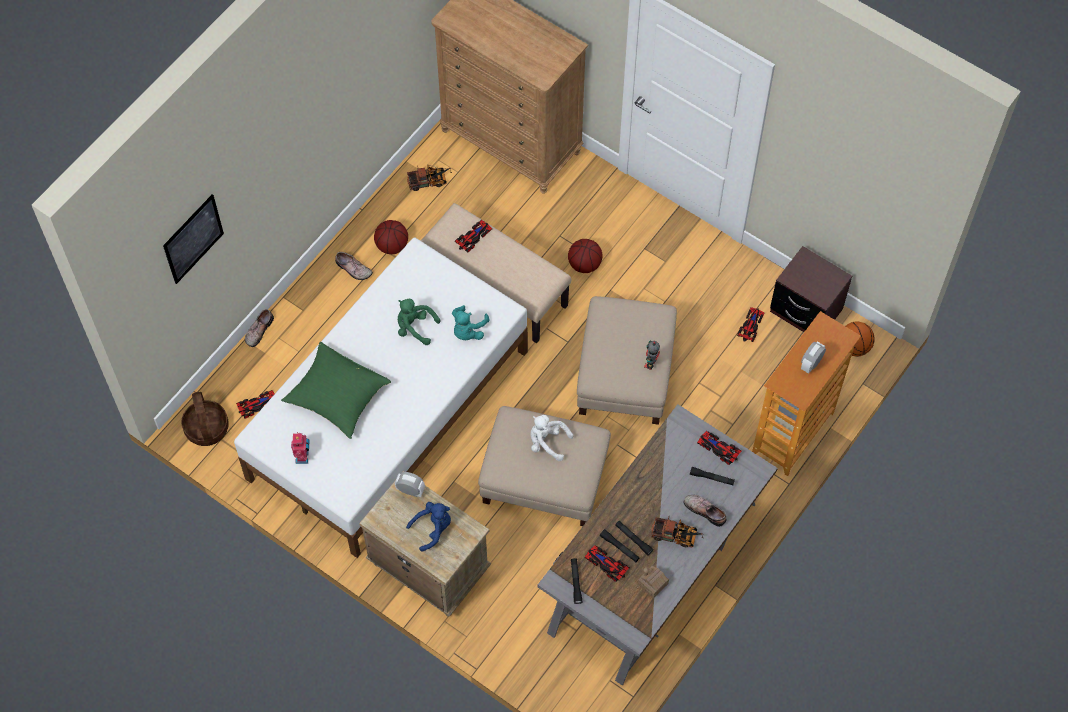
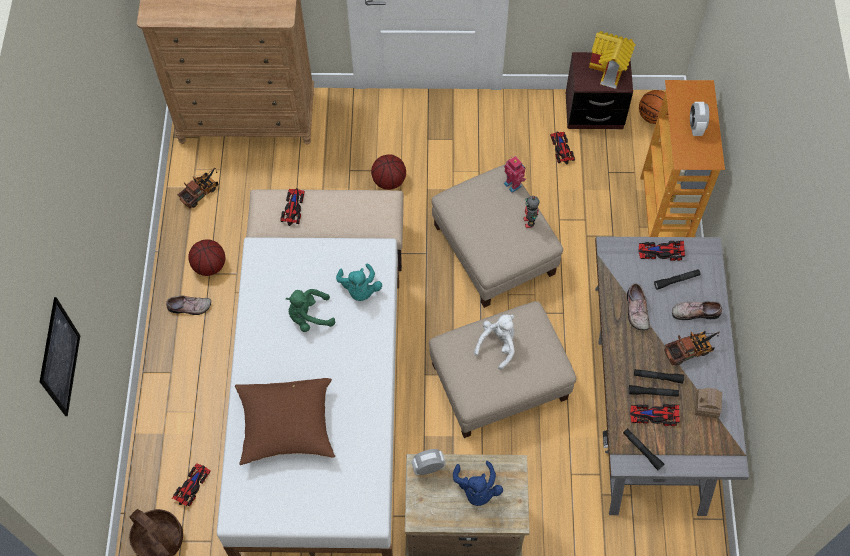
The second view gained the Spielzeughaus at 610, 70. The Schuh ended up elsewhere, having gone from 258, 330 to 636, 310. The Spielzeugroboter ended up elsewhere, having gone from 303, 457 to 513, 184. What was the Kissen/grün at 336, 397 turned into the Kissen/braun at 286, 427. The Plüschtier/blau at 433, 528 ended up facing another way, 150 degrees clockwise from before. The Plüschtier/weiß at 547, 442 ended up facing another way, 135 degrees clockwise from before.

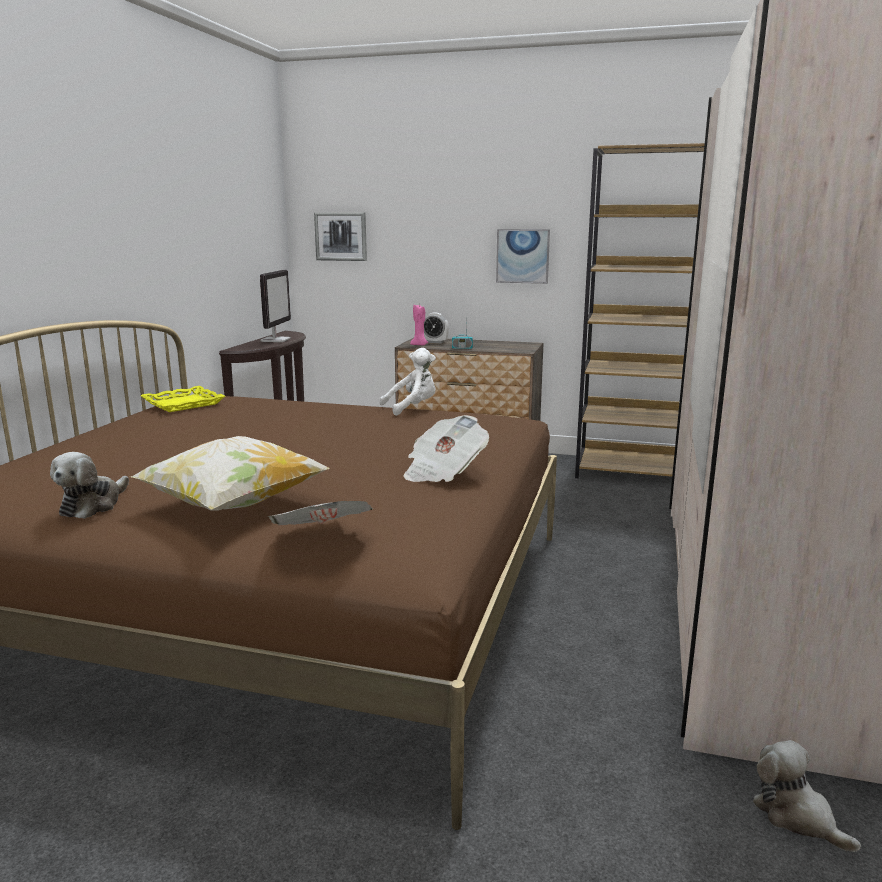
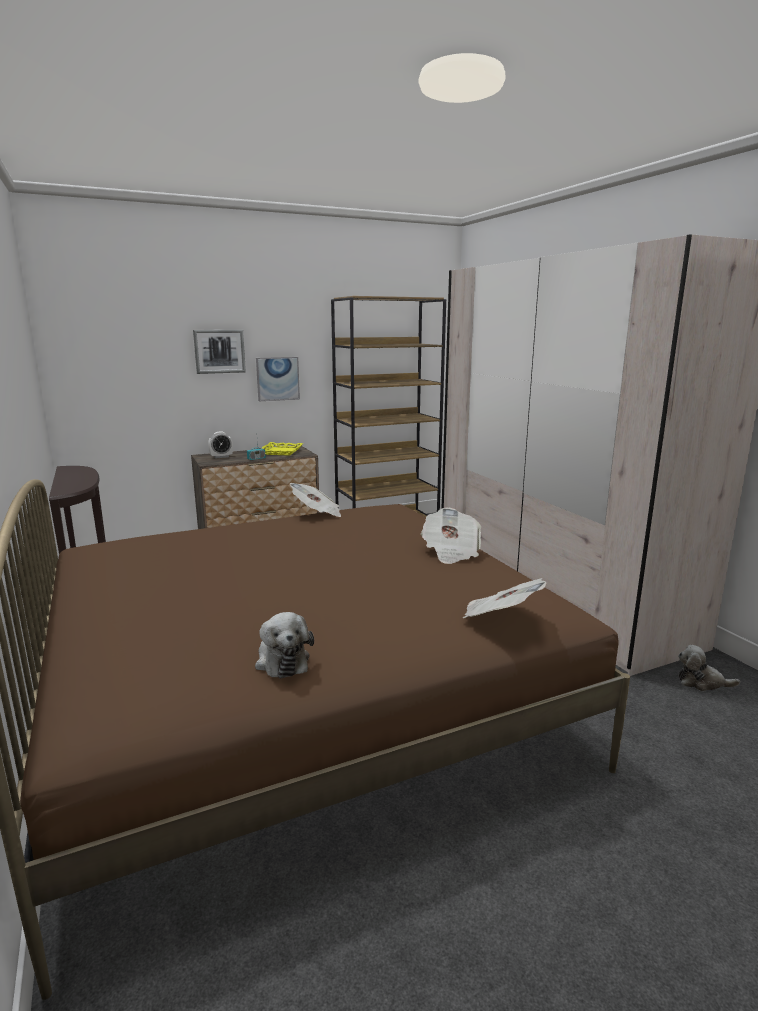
The second view lost the Kissen at 234, 505. The second view lost the Monitor at 275, 340. The second view lost the Kerze/rosa at 419, 345. The Tablett/gelb ended up elsewhere, having gone from 183, 404 to 281, 452. The Bild ended up elsewhere, having gone from 341, 236 to 219, 351. Where the Plüschtier/weiß stood at 412, 408, the Zeitung came to stand at 317, 513.

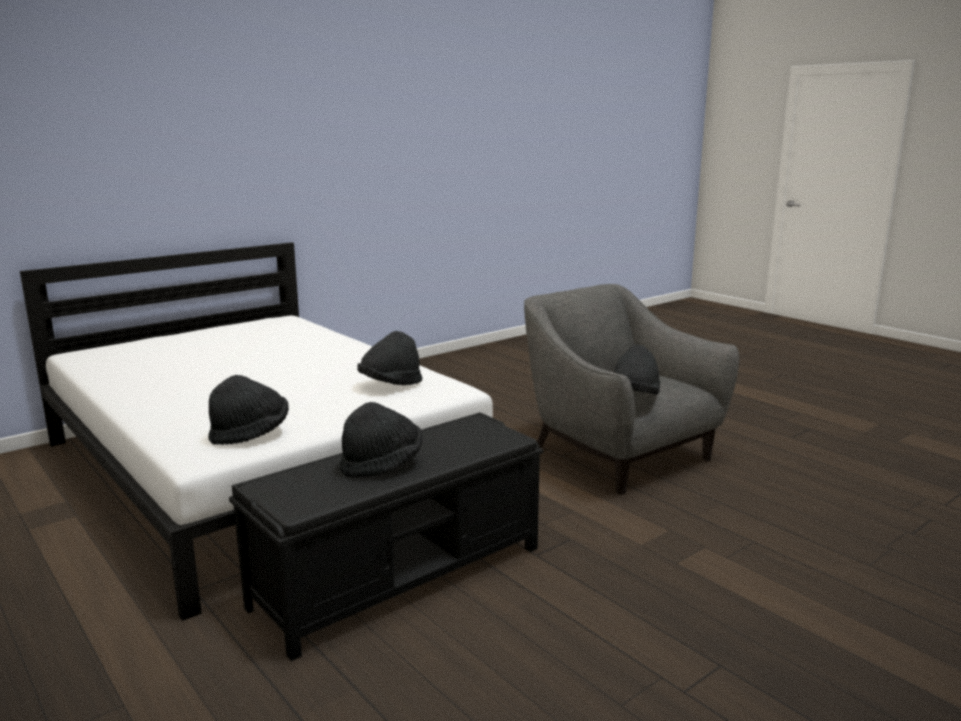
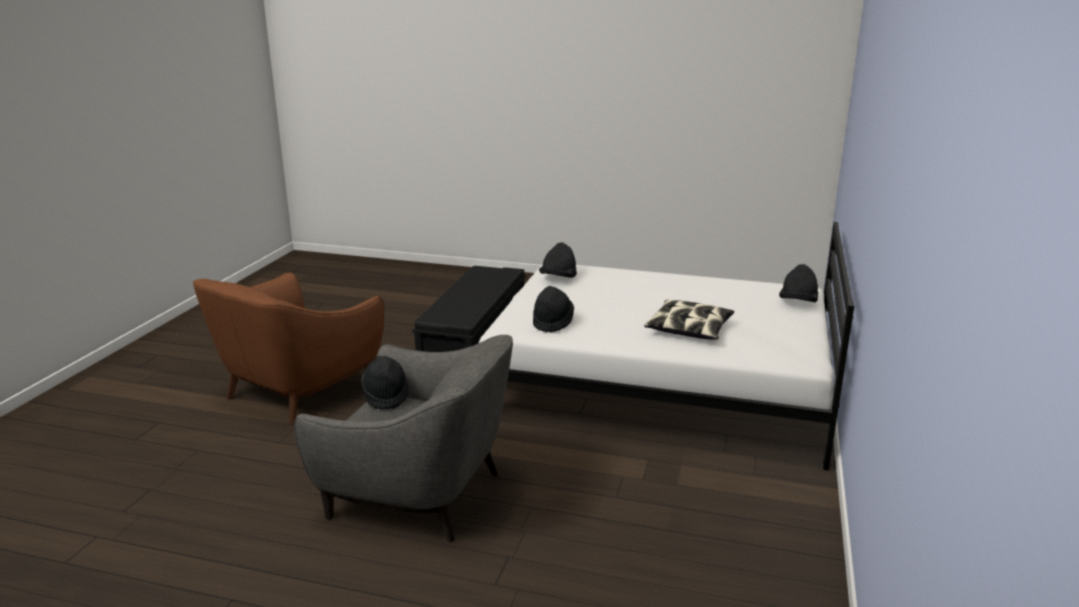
The second view gained the Sessel/braun at 298, 390. The second view gained the Kissen at 689, 329. The Hut/schwarz ended up elsewhere, having gone from 382, 465 to 798, 303.

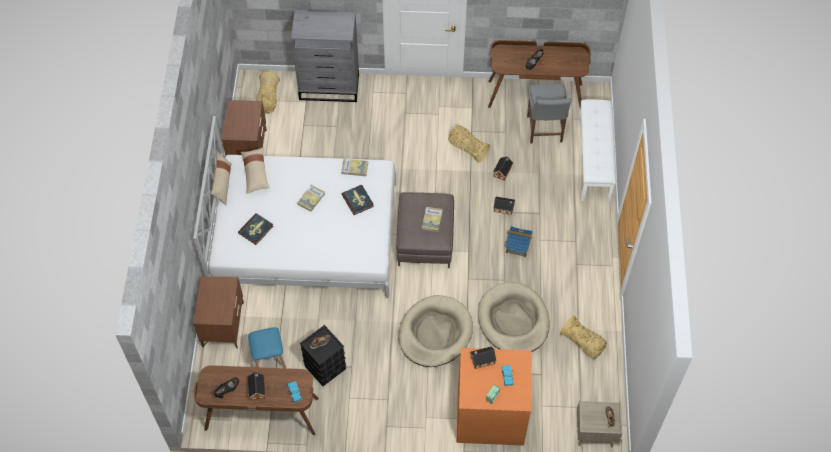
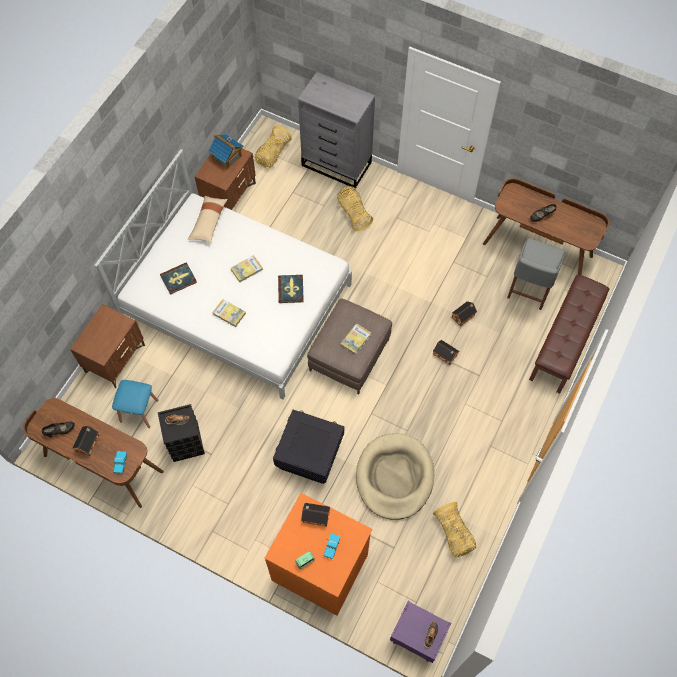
The second view lost the Kissen/beige at 223, 183. The Buch ended up elsewhere, having gone from 354, 168 to 229, 313. The Korb ended up elsewhere, having gone from 467, 148 to 353, 213. The Spielzeughaus ended up elsewhere, having gone from 518, 246 to 227, 157. Where the Hundebett/beige stood at 435, 333, the Aufbewahrungsbox/schwarz came to stand at 309, 456. What was the Nachttisch/beige at 594, 433 turned into the Nachttisch/lila at 416, 637. What was the Bank/weiß at 594, 161 turned into the Bank/braun at 564, 343.

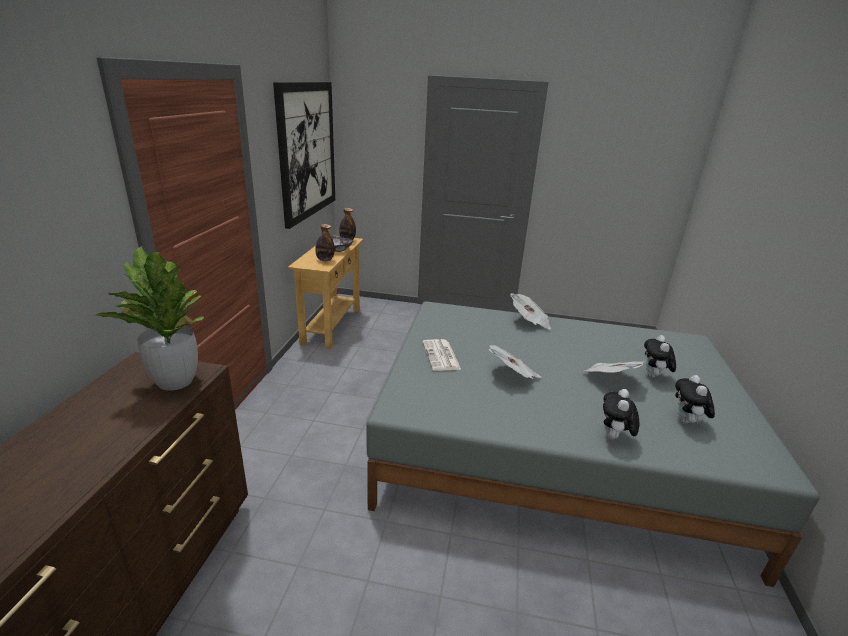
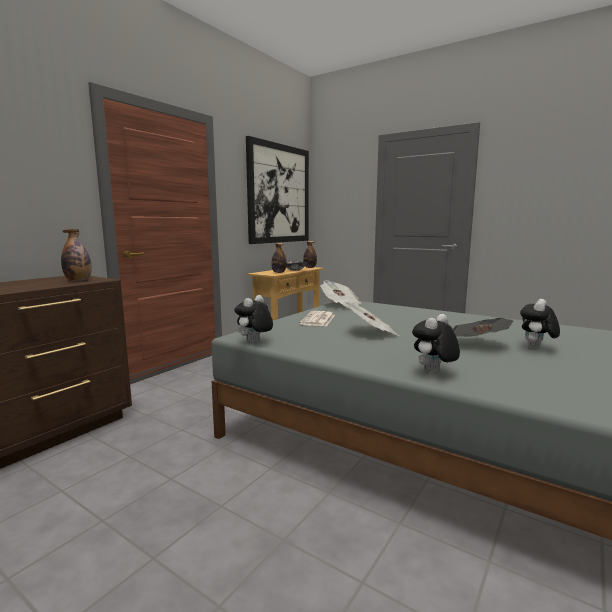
The Zeitung ended up elsewhere, having gone from 529, 322 to 340, 305. The Plüschtier ended up elsewhere, having gone from 686, 422 to 254, 342. Where the Topfpflanze stood at 175, 381, the Flasche came to stand at 78, 280.

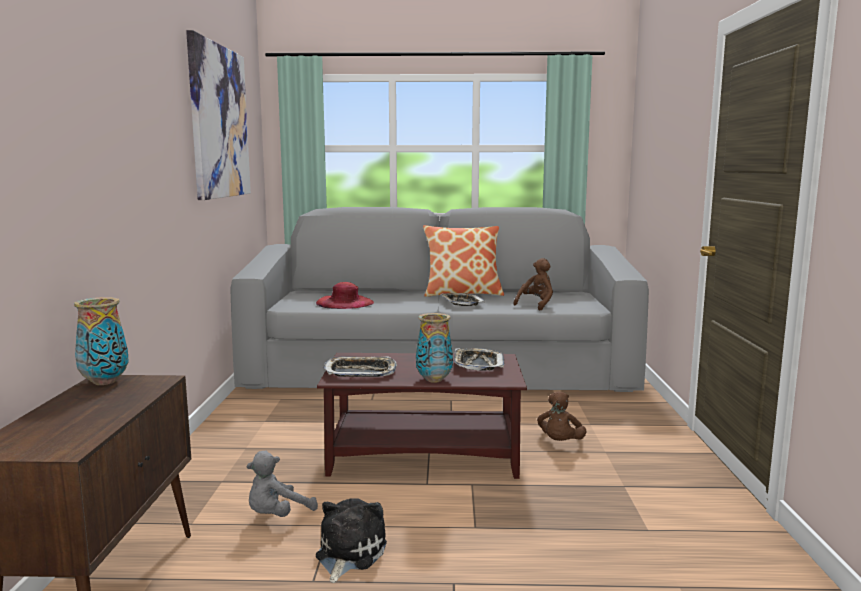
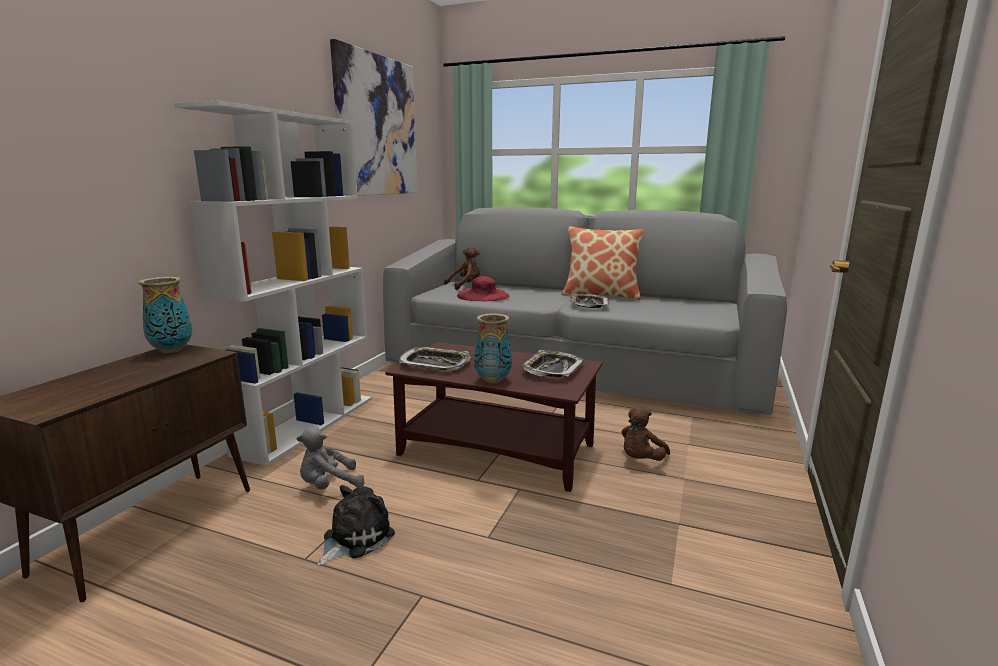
The second view gained the Bücherregal/weiß at 307, 424. The Plüschtier/braun ended up elsewhere, having gone from 536, 305 to 465, 286.

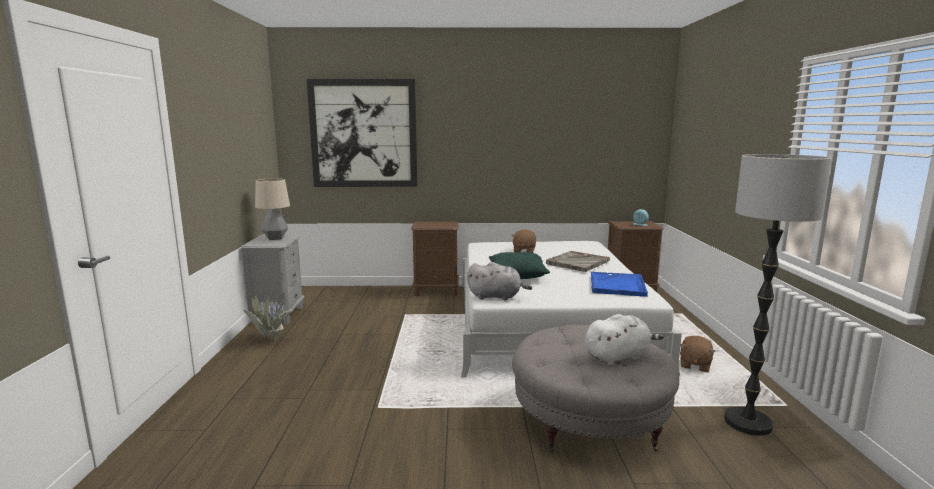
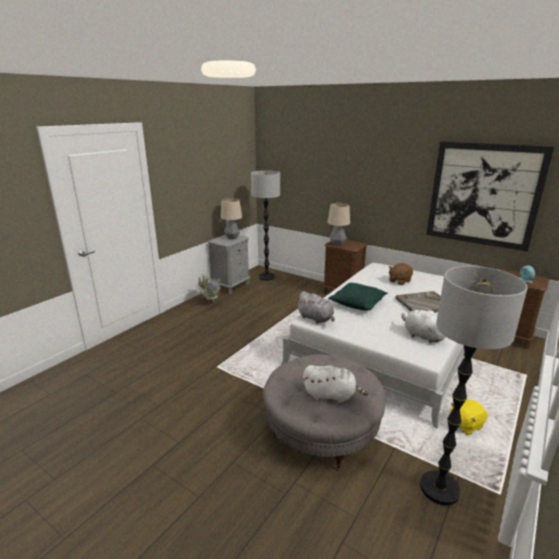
The second view gained the Stehlampe at 267, 277. The second view gained the Tischlampe at 337, 244. The Bild ended up elsewhere, having gone from 364, 134 to 483, 195. Where the Tablett/blau stood at 617, 285, the Plüschtier/weiß came to stand at 422, 336. What was the Plüschtier/braun at 694, 365 turned into the Plüschtier/gelb at 465, 425.

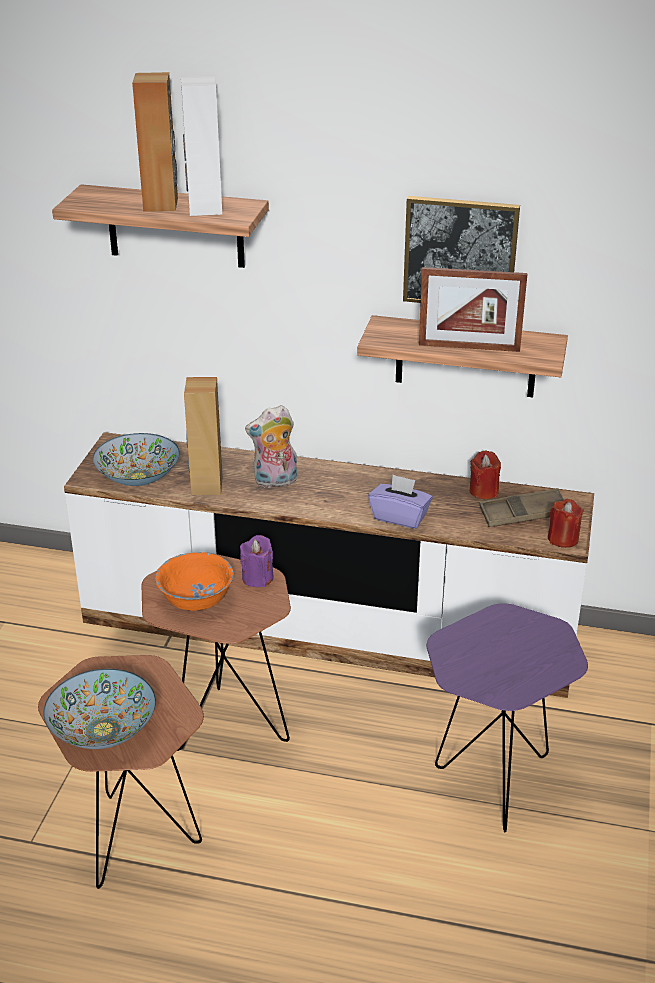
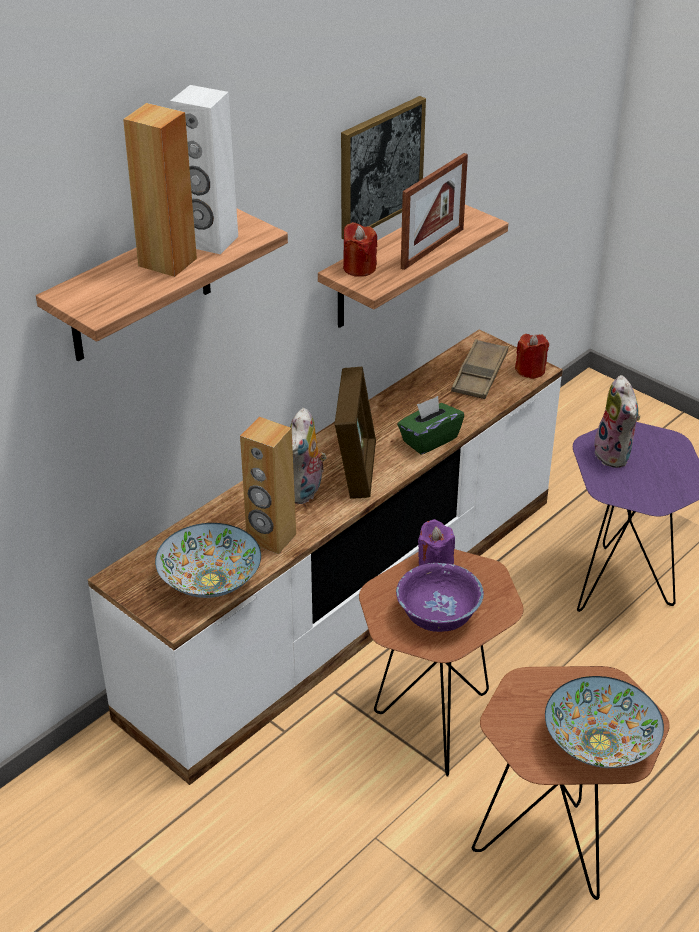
The second view gained the Bilderrahmen at 356, 469. The second view gained the Plüschtier at 615, 455. The Kerze/rot ended up elsewhere, having gone from 483, 491 to 359, 268. What was the Schüssel/orange at 196, 599 turned into the Schüssel/lila at 439, 615. What was the Taschentuchbox/lila at 400, 517 turned into the Taschentuchbox/grün at 429, 439.

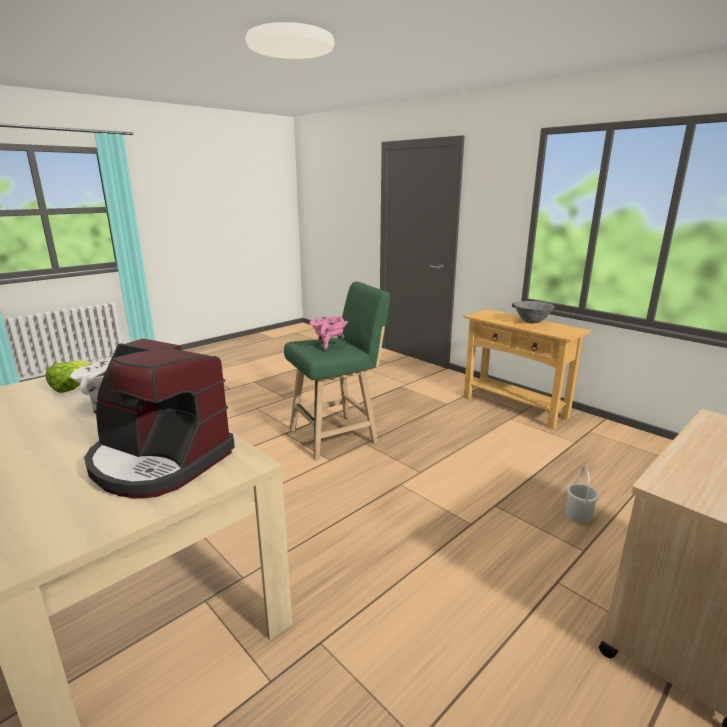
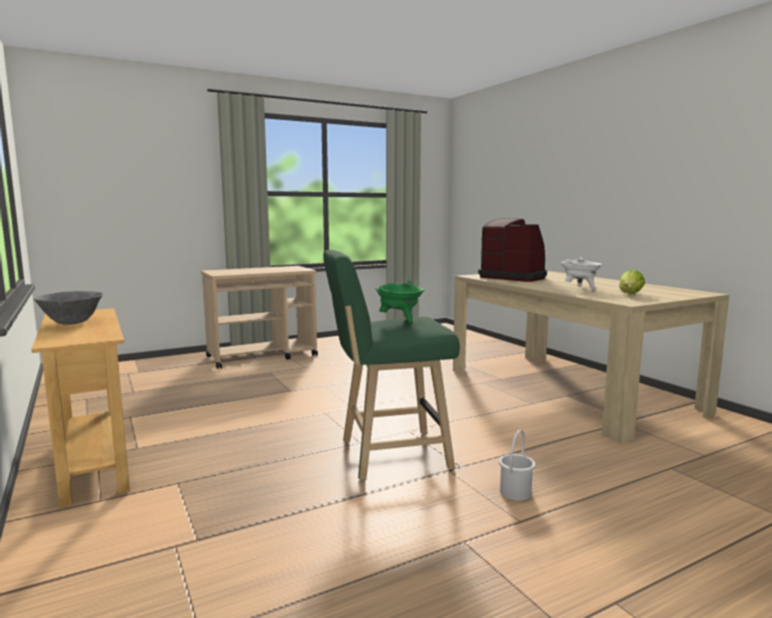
The Eimer/weiß ended up elsewhere, having gone from 578, 515 to 516, 492. What was the Kochtopf/rosa at 328, 345 turned into the Kochtopf/grün at 400, 321.

